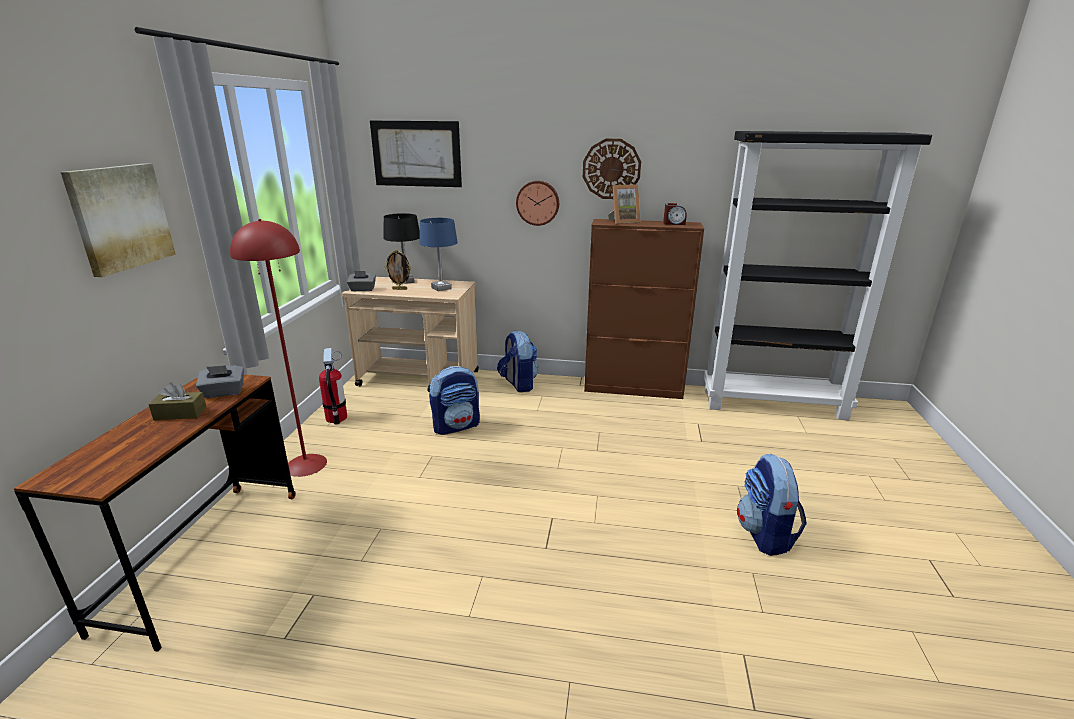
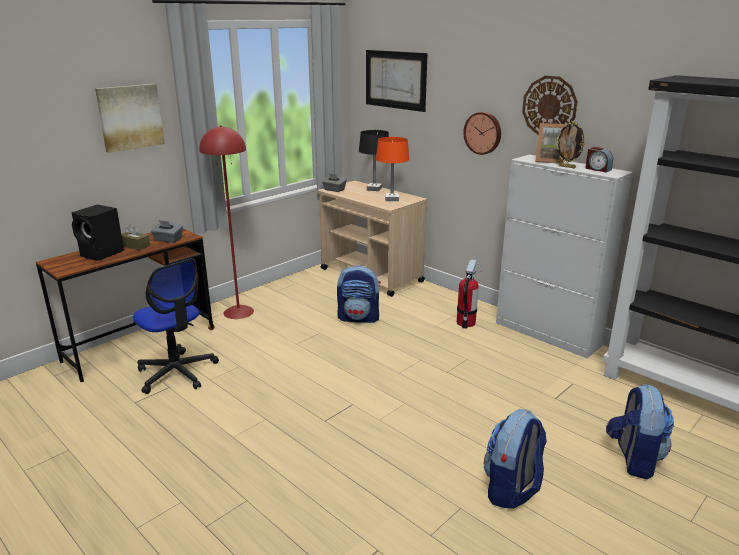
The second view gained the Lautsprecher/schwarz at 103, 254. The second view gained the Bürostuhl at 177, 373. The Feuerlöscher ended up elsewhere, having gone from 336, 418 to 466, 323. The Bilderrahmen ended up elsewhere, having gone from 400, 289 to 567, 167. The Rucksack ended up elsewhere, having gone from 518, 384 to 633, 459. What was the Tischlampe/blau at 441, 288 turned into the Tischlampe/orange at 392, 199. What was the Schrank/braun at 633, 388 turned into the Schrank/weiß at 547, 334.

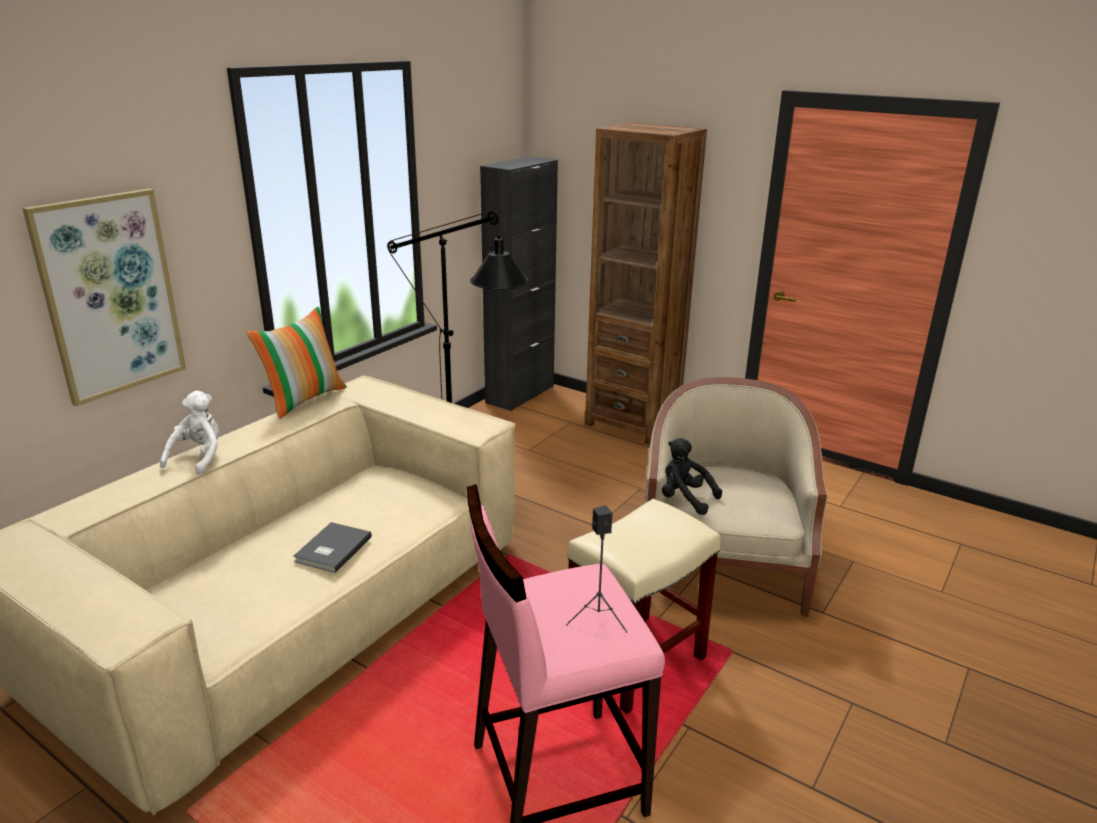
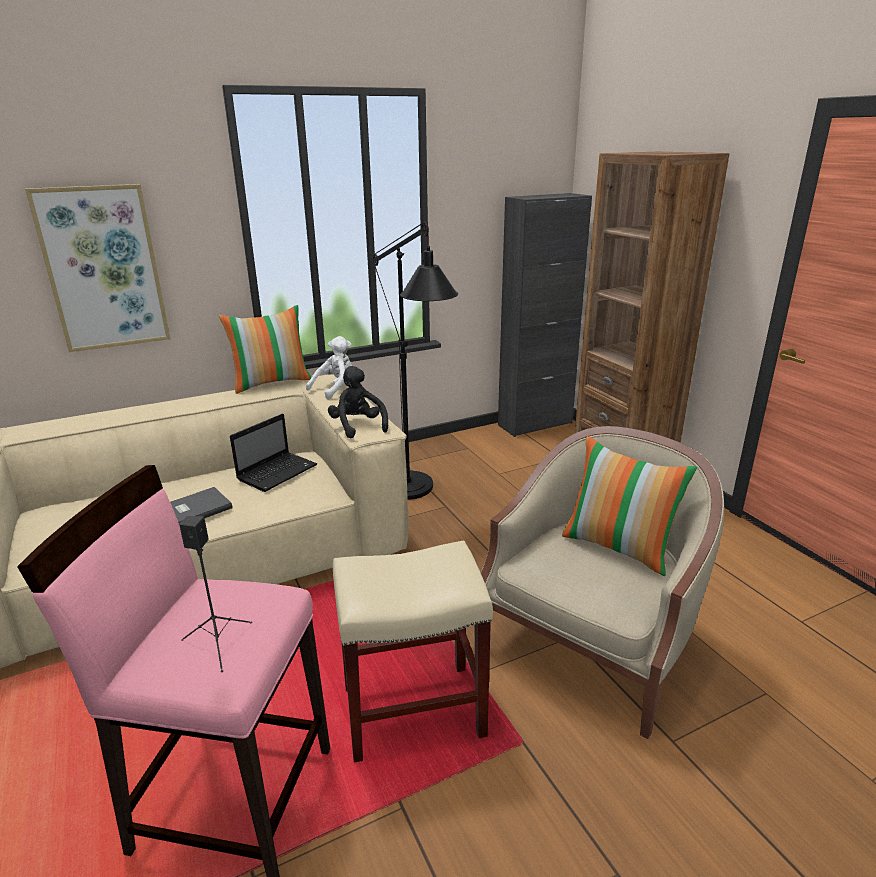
The second view gained the Laptop at 278, 472. The second view gained the Kissen at 619, 547. The Plüschtier/weiß ended up elsewhere, having gone from 199, 458 to 335, 389. The Plüschtier/schwarz ended up elsewhere, having gone from 684, 499 to 358, 426.

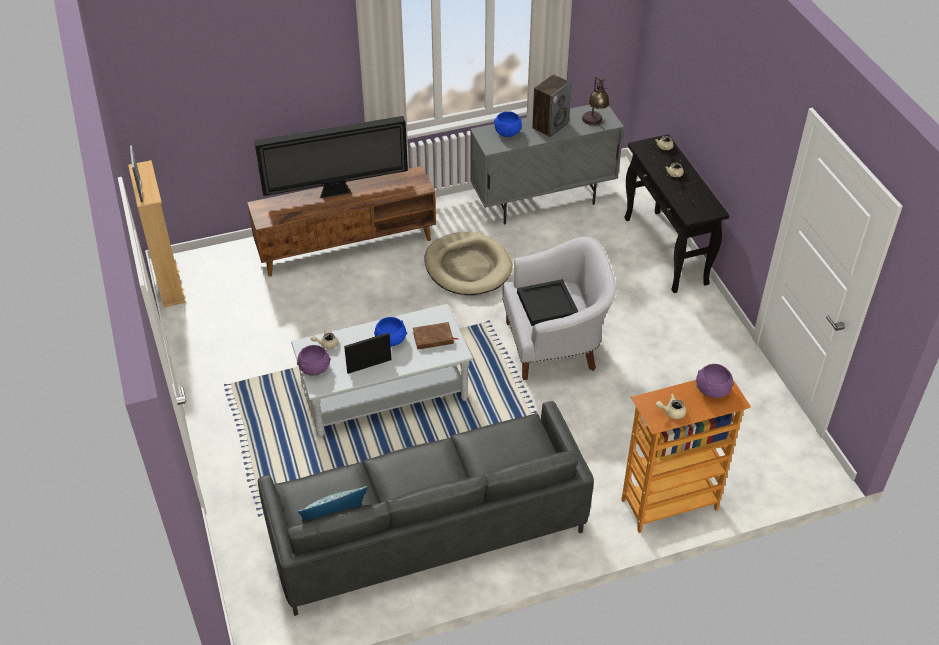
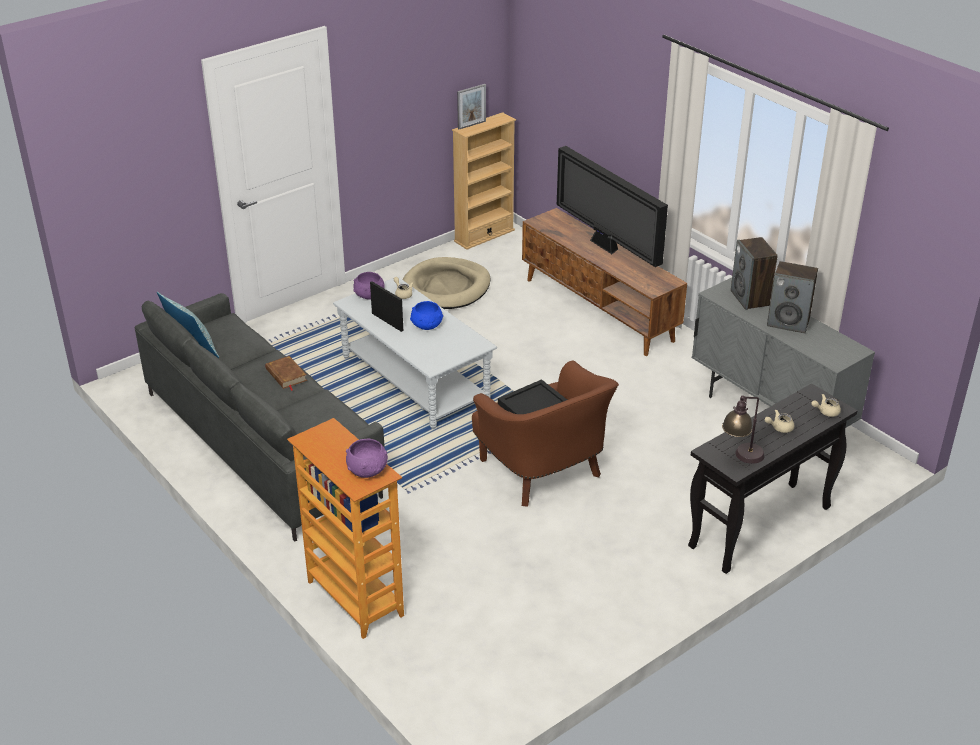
The second view lost the Teekanne/beige at 671, 412. The Buch/braun ended up elsewhere, having gone from 433, 338 to 286, 375. The Hundebett/beige ended up elsewhere, having gone from 468, 267 to 446, 288. The Tischlampe ended up elsewhere, having gone from 594, 123 to 741, 458. Where the Schüssel/blau stood at 508, 132, the Lautsprecher came to stand at 750, 298. What was the Sessel/weiß at 555, 346 turned into the Sessel/braun at 543, 472.

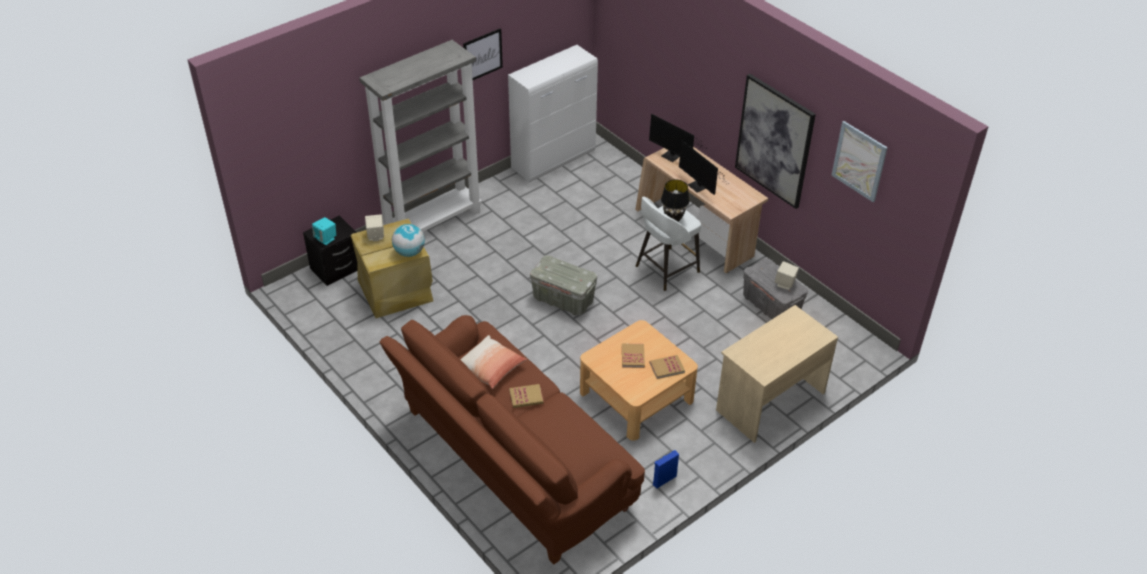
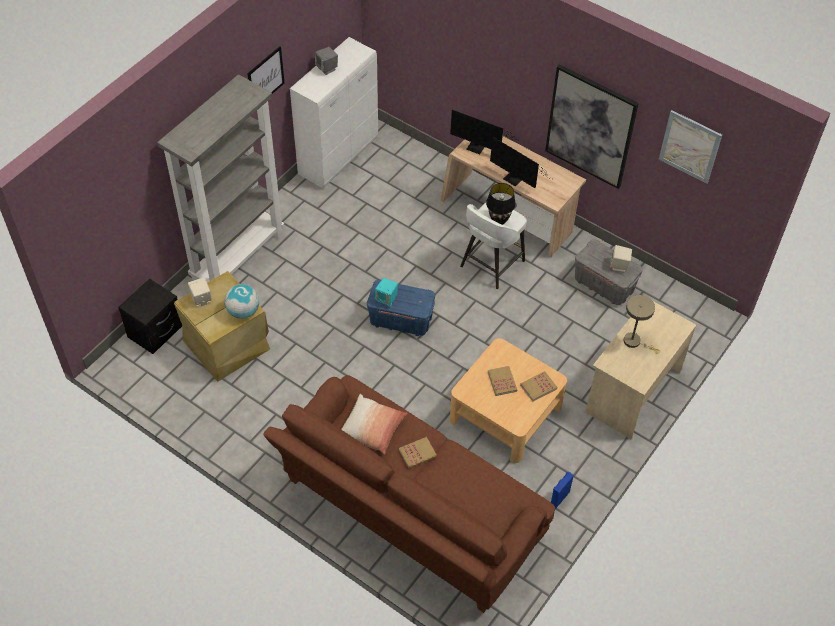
The second view gained the Lautsprecher/grau at 327, 68. The second view gained the Tischlampe/beige at 635, 342. The Lautsprecher/türkis ended up elsewhere, having gone from 326, 239 to 386, 299. What was the Aufbewahrungsbox/grau at 564, 299 turned into the Aufbewahrungsbox/blau at 401, 320.

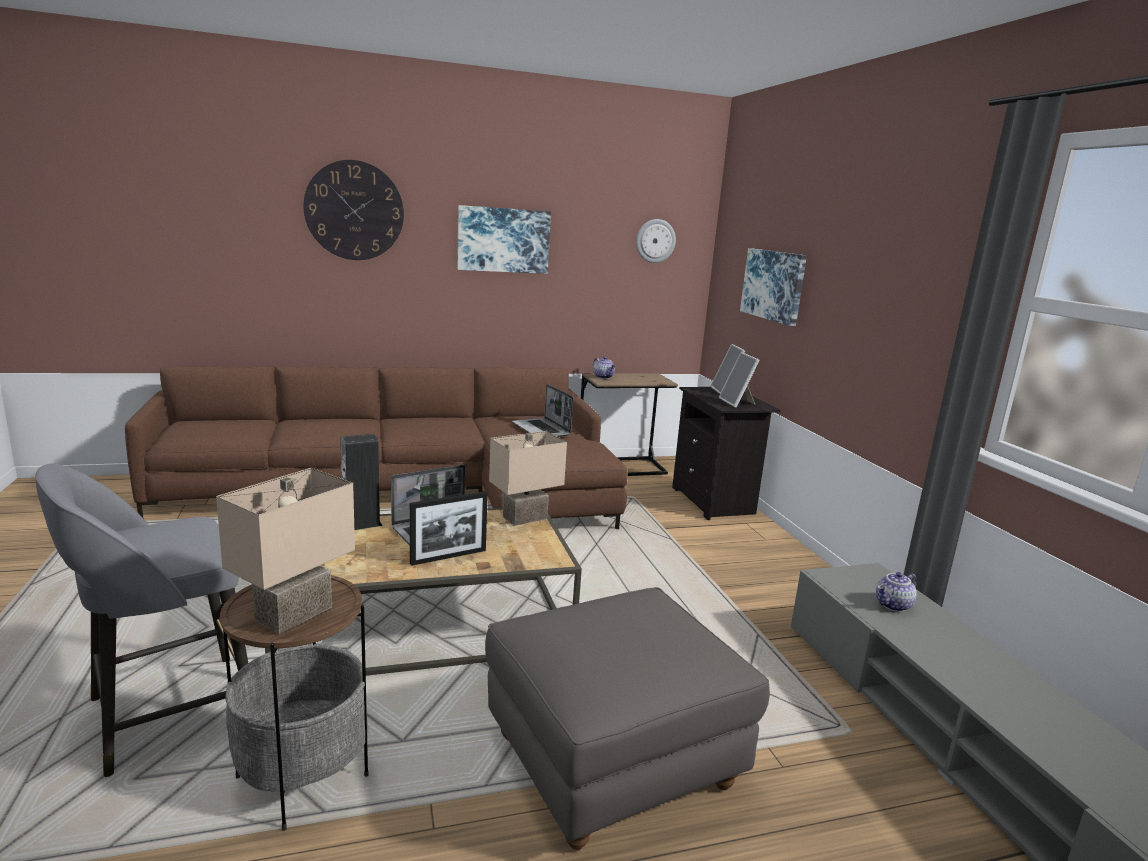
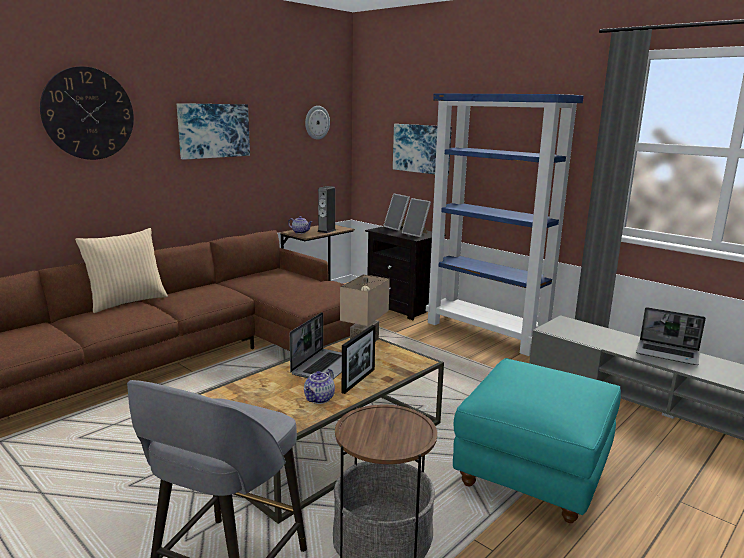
The second view lost the Tischlampe/beige at 292, 612. The second view gained the Kissen/beige at 127, 302. The second view gained the Bücherregal/blau at 487, 333. The Lautsprecher ended up elsewhere, having gone from 361, 523 to 326, 231. The Laptop ended up elsewhere, having gone from 542, 429 to 668, 354. The Teekanne ended up elsewhere, having gone from 893, 606 to 319, 399. What was the Polsterhocker/grau at 612, 763 turned into the Polsterhocker/türkis at 533, 474.

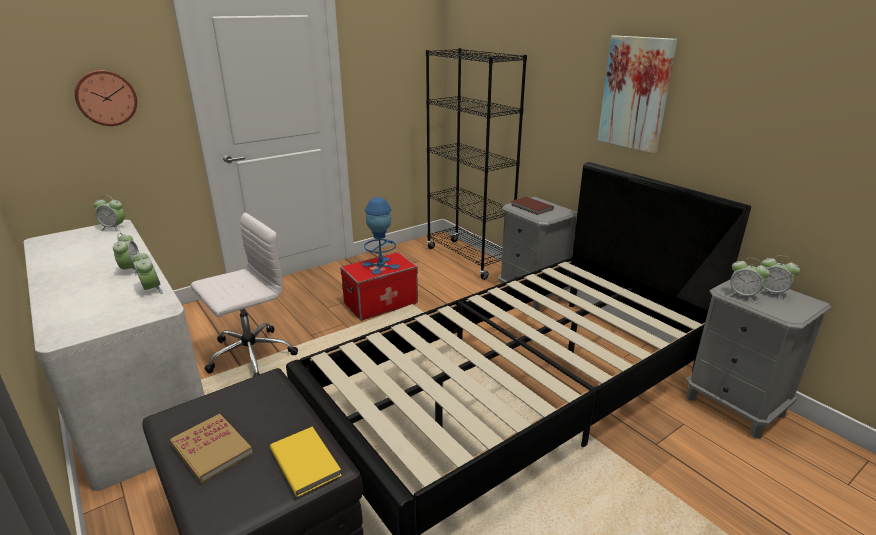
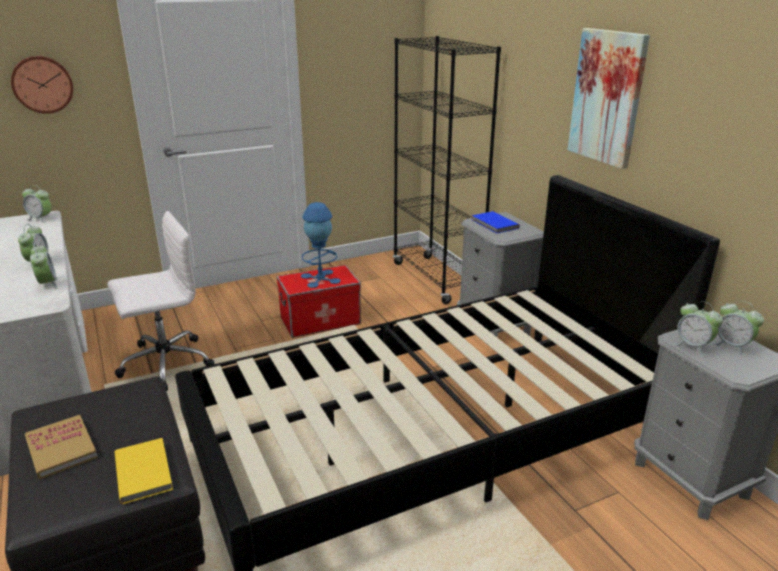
What was the Buch/braun at 531, 207 turned into the Buch/blau at 494, 224.

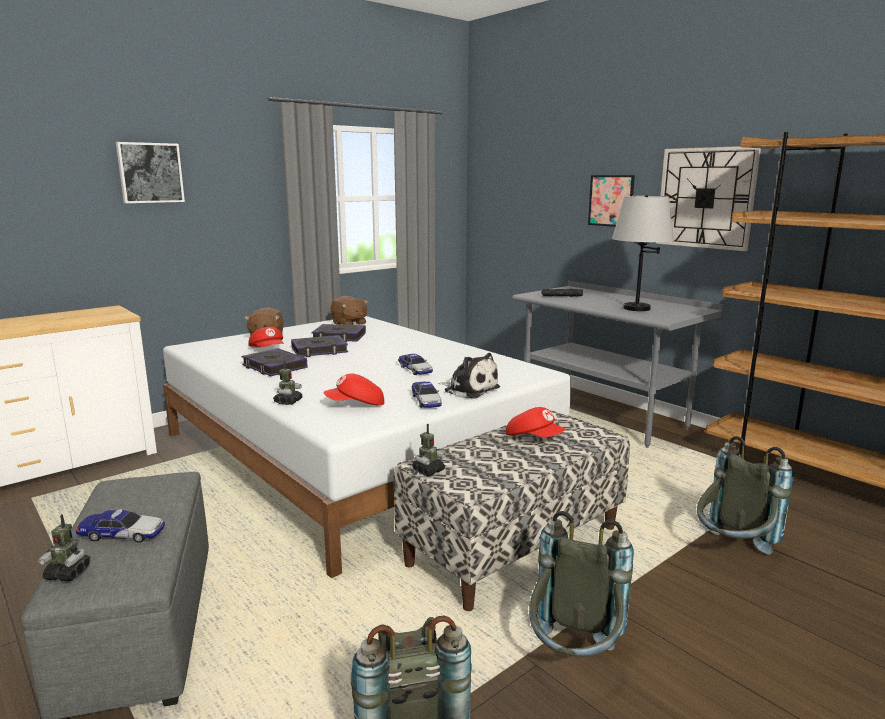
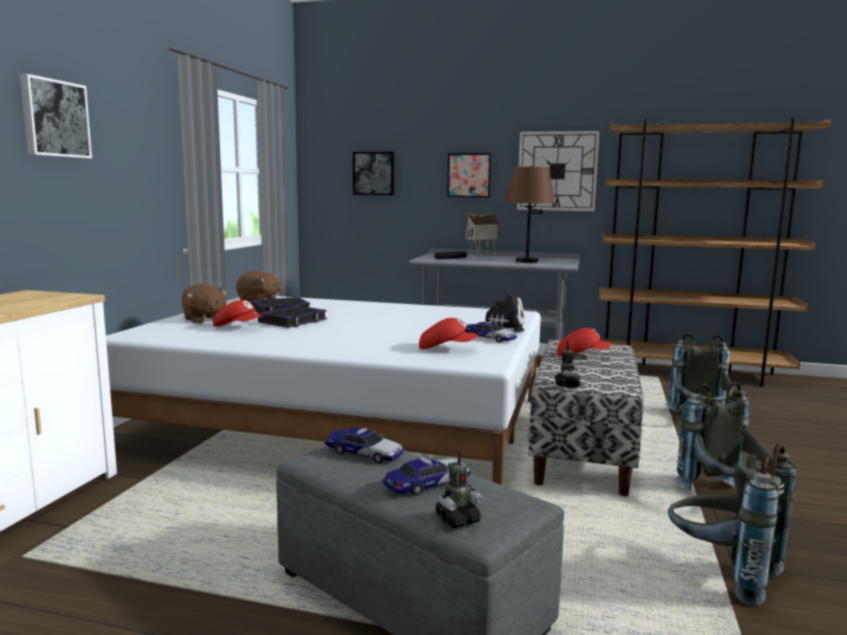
The second view lost the Buch at 274, 367. The second view lost the Spielzeugroboter at 288, 402. The second view gained the Bild at 374, 173. The second view gained the Spielzeughaus at 481, 259. The Spielzeugauto ended up elsewhere, having gone from 415, 369 to 364, 453. What was the Tischlampe/grau at 636, 308 turned into the Tischlampe/braun at 526, 261. The Kappe/rot at 356, 405 ended up facing another way, 120 degrees counterclockwise from before.

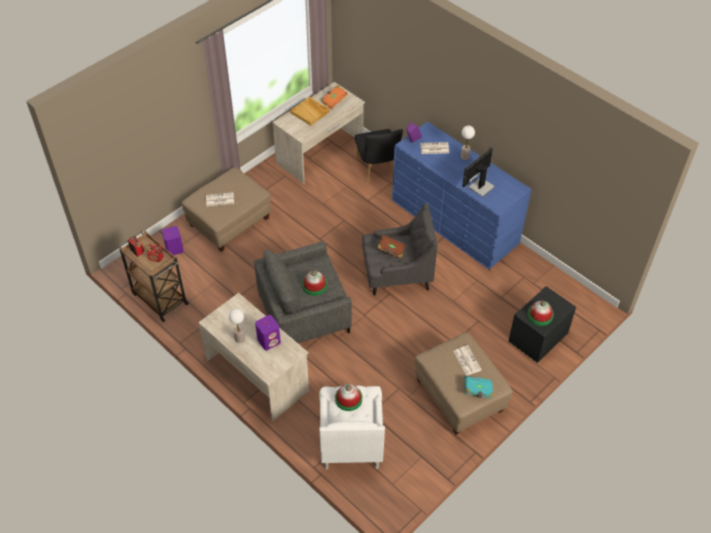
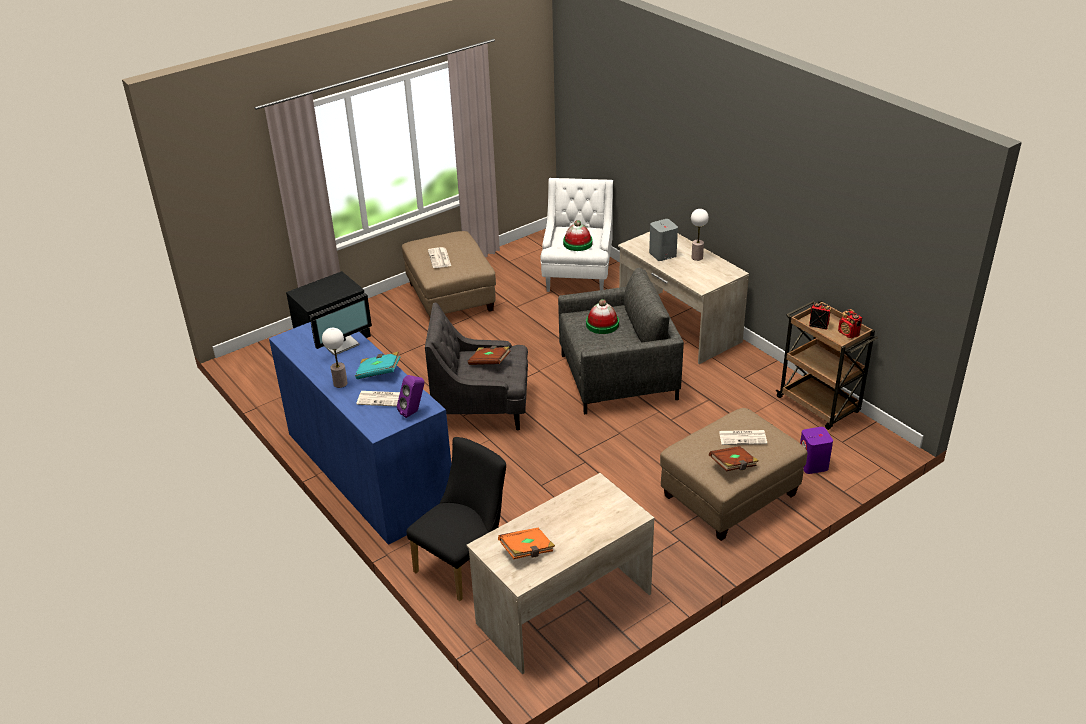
The second view lost the Tablett/beige at 310, 112. The second view lost the Hut at 540, 315. The second view gained the Buch/braun at 733, 466. The Buch/türkis ended up elsewhere, having gone from 478, 390 to 378, 372. What was the Lautsprecher/lila at 269, 340 turned into the Lautsprecher/grau at 662, 254. The Stuhl/schwarz at 377, 170 ended up facing another way, 45 degrees clockwise from before.

